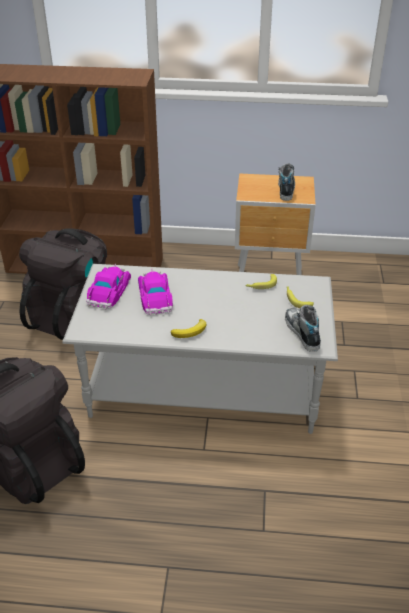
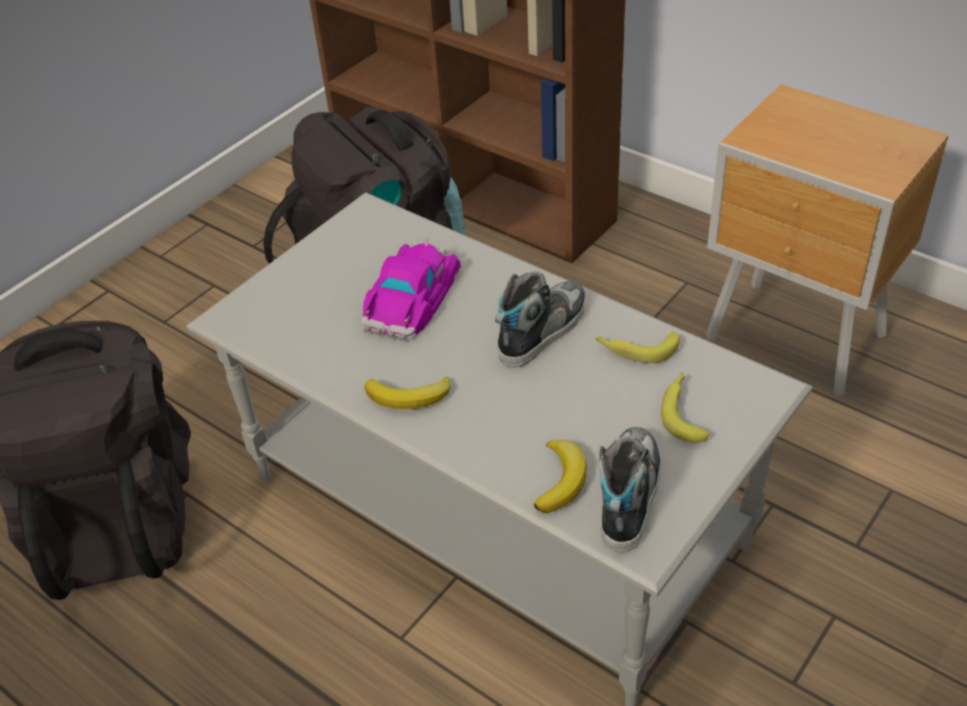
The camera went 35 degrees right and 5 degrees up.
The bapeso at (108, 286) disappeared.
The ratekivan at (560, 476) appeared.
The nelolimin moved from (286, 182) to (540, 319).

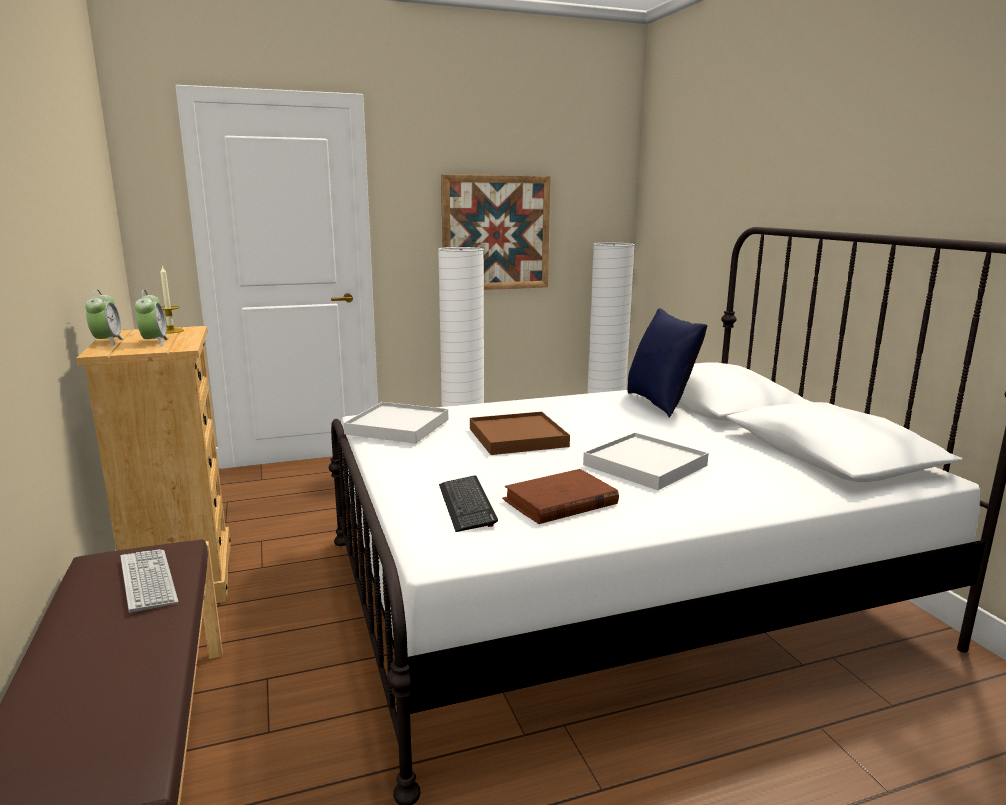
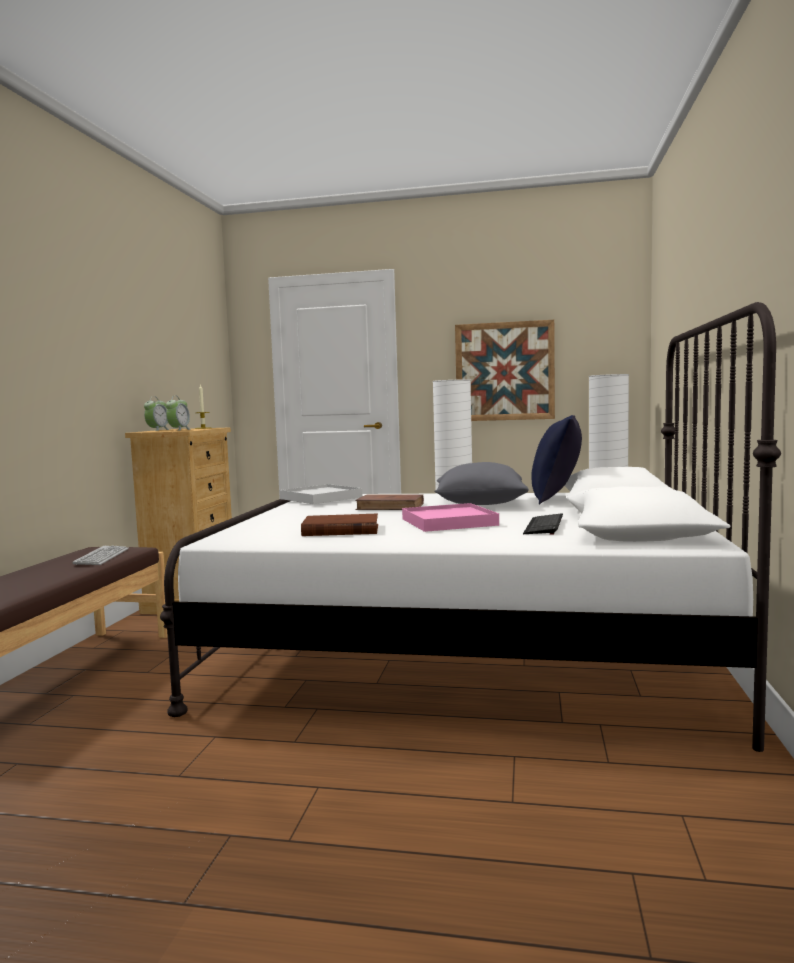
The camera went 30 degrees right and 10 degrees down.
The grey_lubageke at (482, 483) appeared.
The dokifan moved from (468, 503) to (543, 524).
The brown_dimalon at (520, 433) was replaced by the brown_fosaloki at (389, 502).
The white_dimalon at (646, 461) became the pink_dimalon at (450, 517).

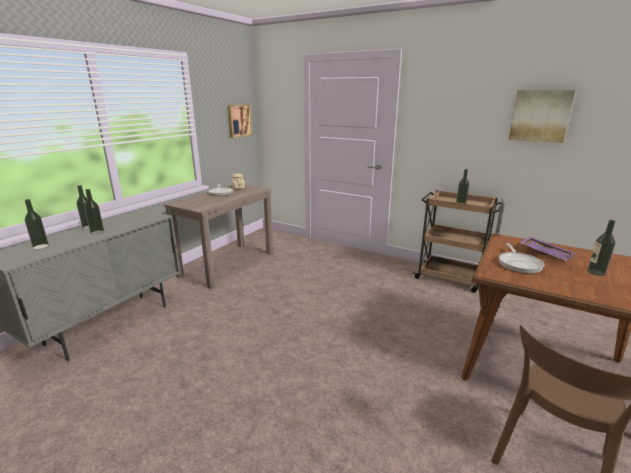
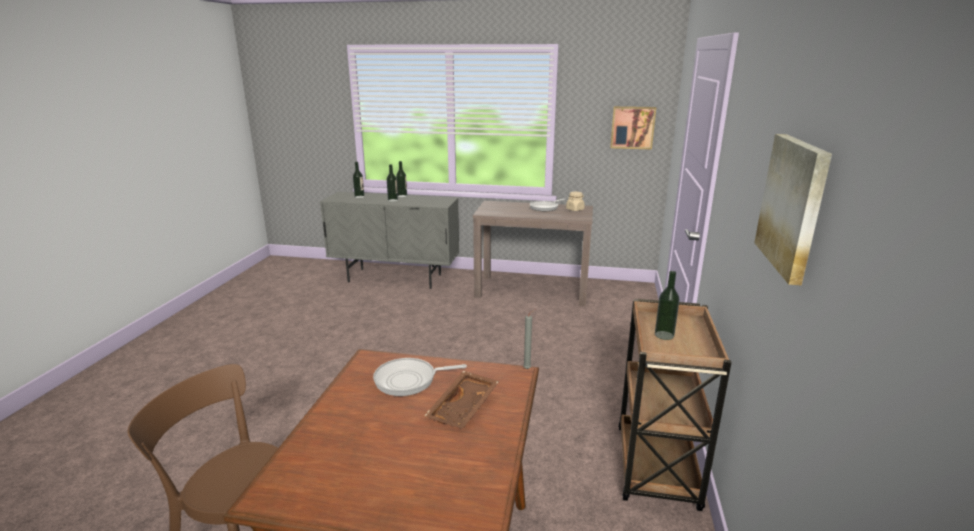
The camera went 70 degrees right and 0 degrees up.
The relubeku at (601, 248) disappeared.
The purple_dimalon at (547, 248) became the brown_dimalon at (462, 400).

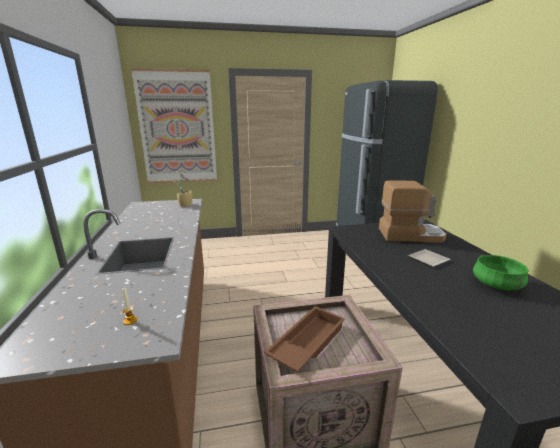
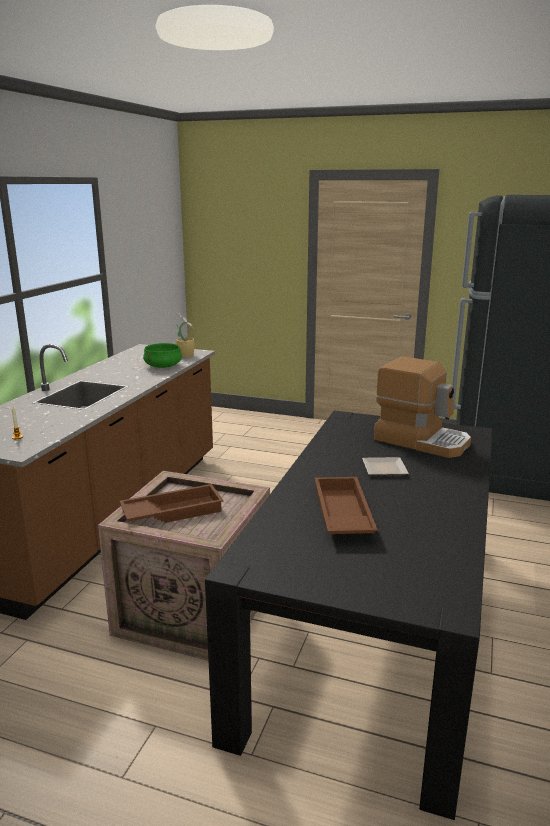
The camera went 30 degrees right and 0 degrees up.
The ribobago at (174, 126) disappeared.
The brown_dimalon at (346, 505) appeared.
The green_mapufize moved from (501, 273) to (162, 355).

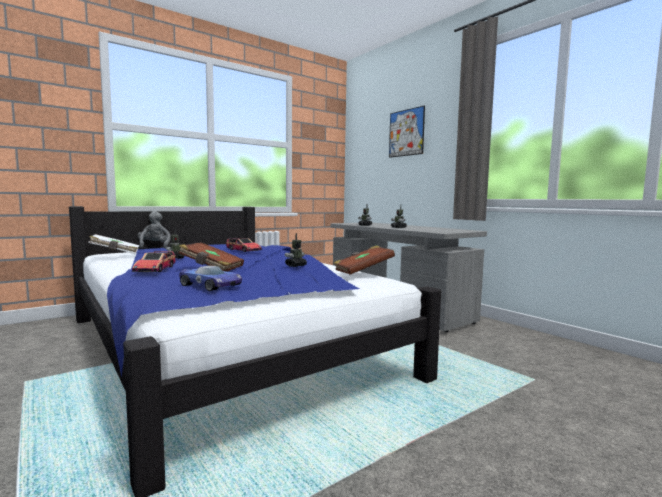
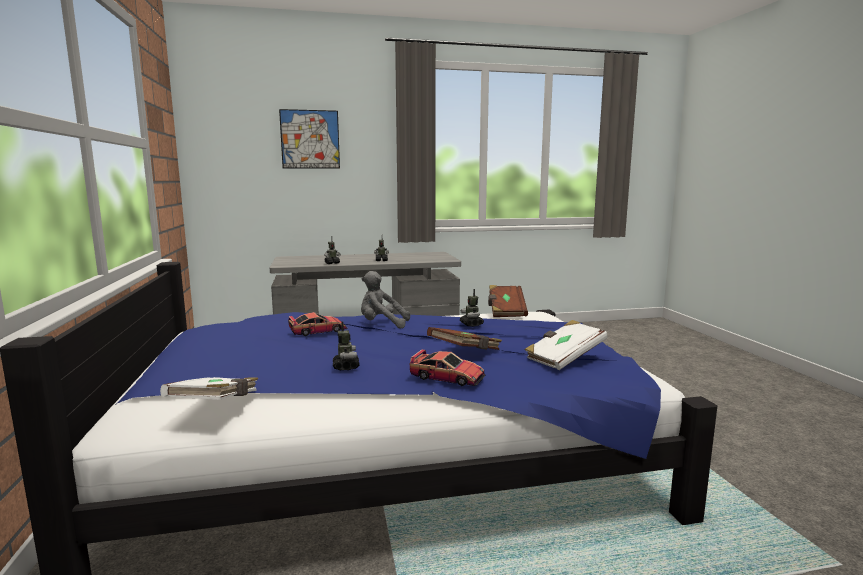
The camera went 65 degrees left and 5 degrees up.
The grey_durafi moved from (154, 230) to (385, 300).
The bapeso at (210, 278) was replaced by the white_fosaloki at (566, 345).

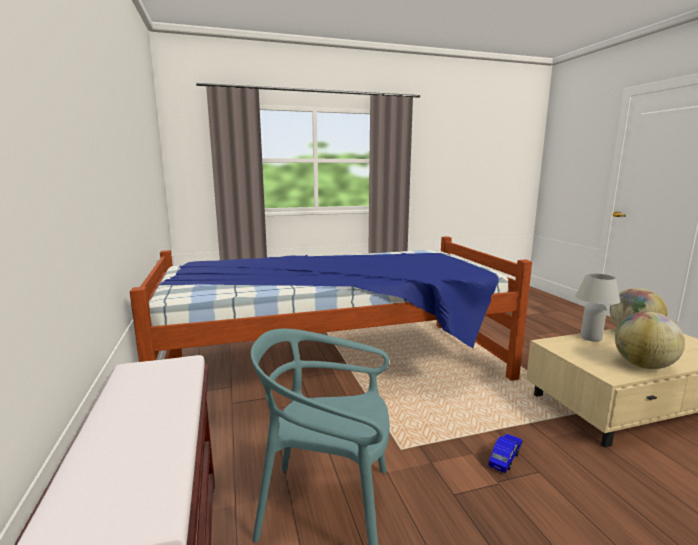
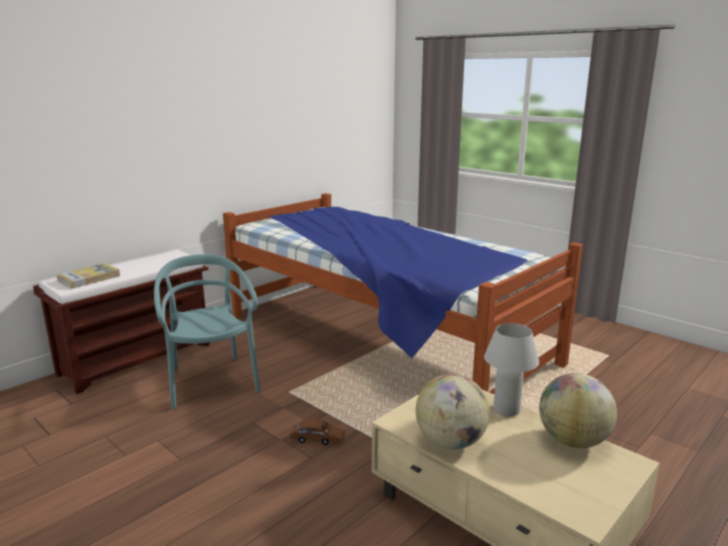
The camera went 60 degrees right and 5 degrees up.
The fosaloki at (88, 276) appeared.
The blue_bapeso at (505, 453) became the brown_bapeso at (317, 431).

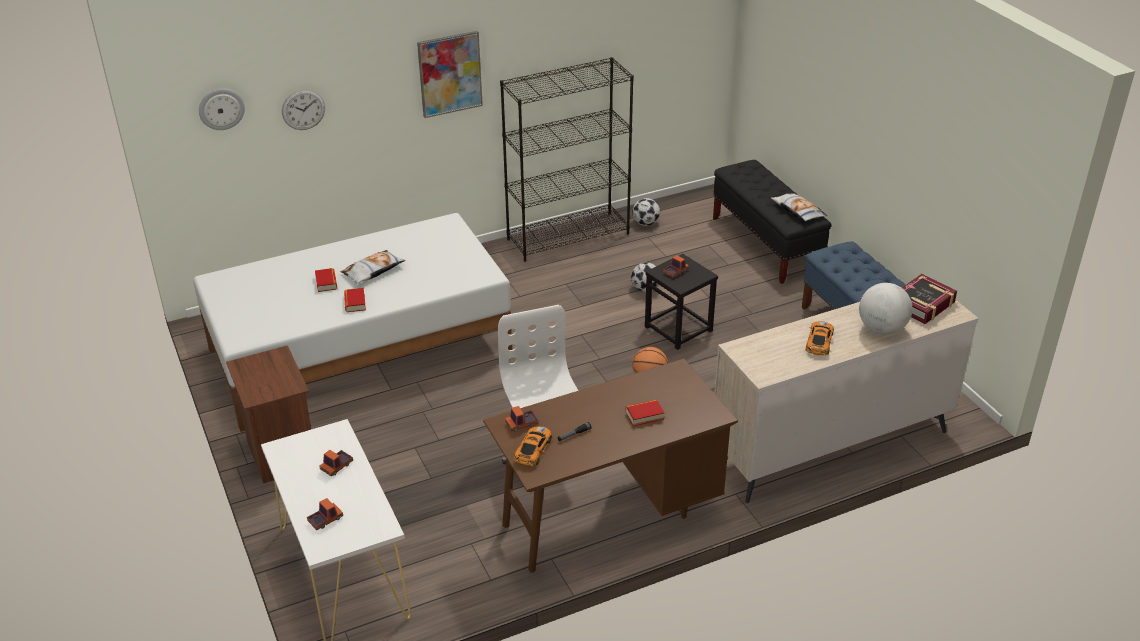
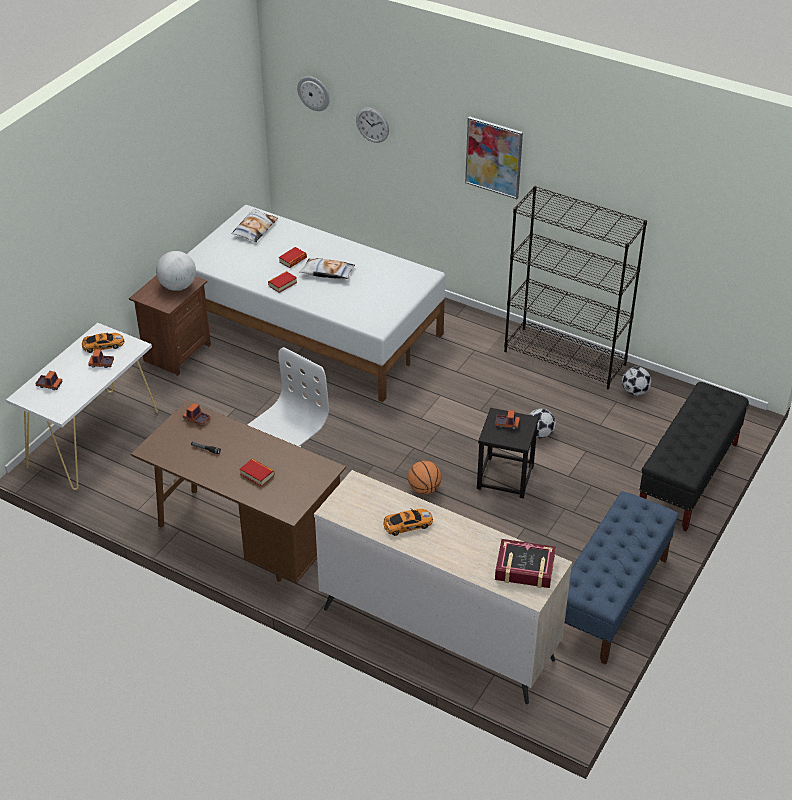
The camera went 55 degrees right and 5 degrees up.
The bapeso moved from (533, 446) to (103, 342).
The lubageke moved from (799, 207) to (254, 225).
The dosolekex moved from (885, 309) to (176, 271).

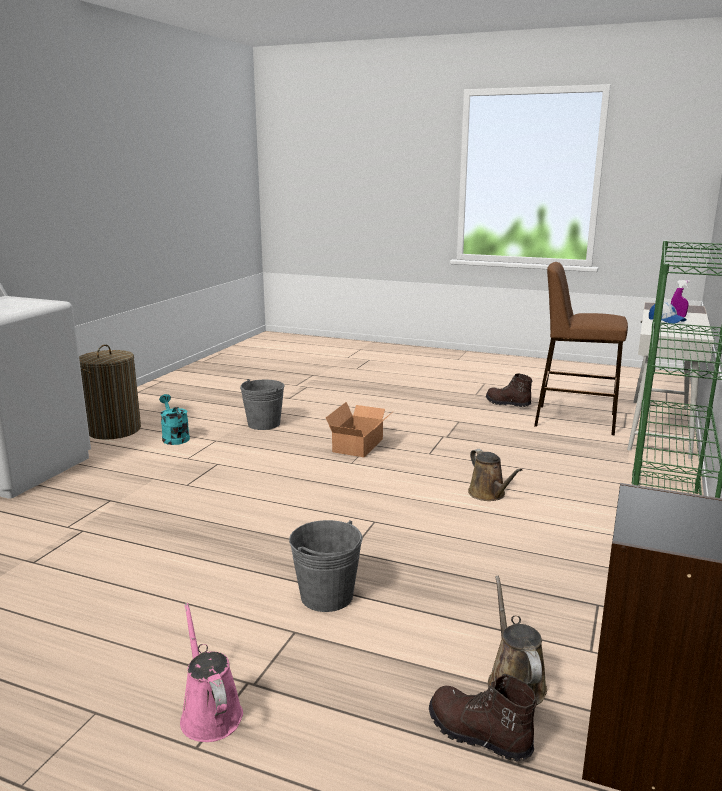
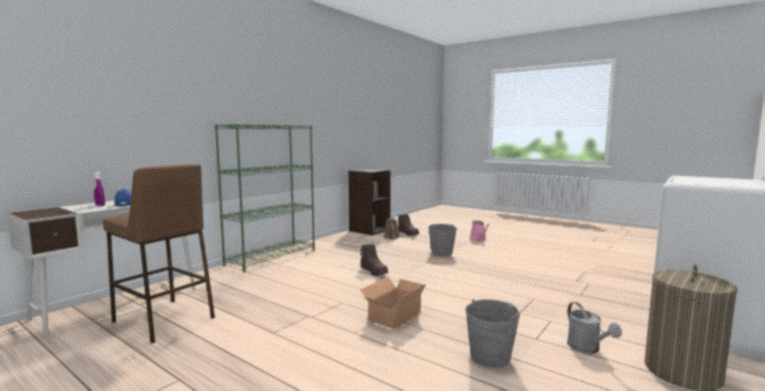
The camera went 165 degrees left and 10 degrees down.
The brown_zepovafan at (495, 475) disappeared.
The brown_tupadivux moved from (509, 390) to (374, 260).
The turquoise_zepovafan at (174, 419) became the grey_zepovafan at (594, 328).

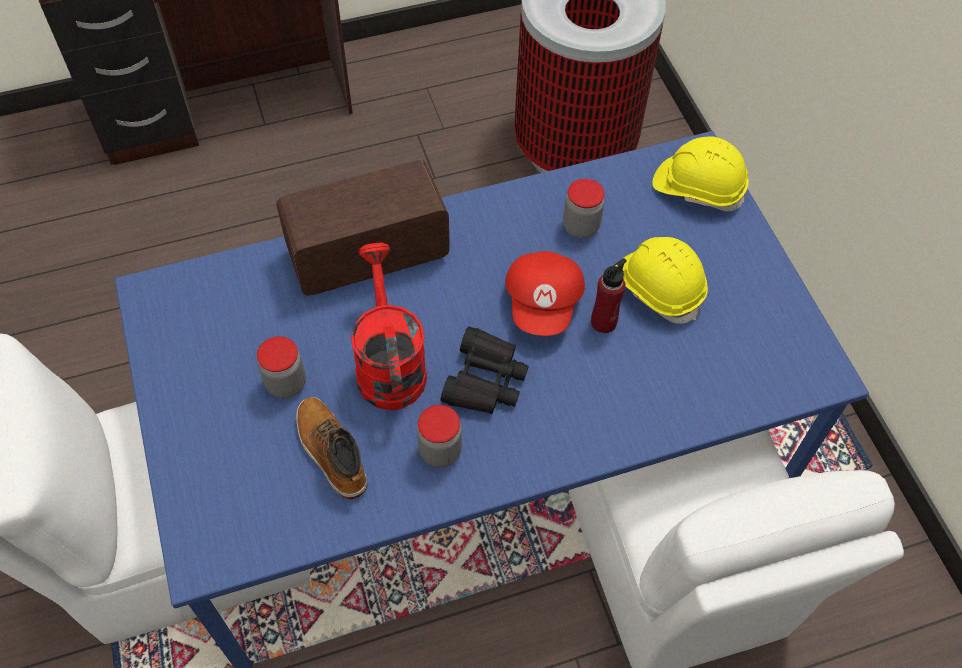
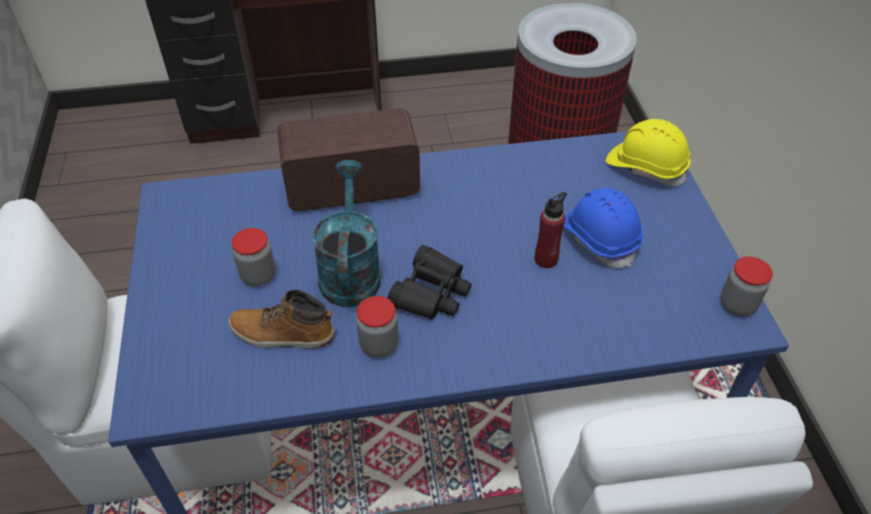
The camera went 10 degrees right and 10 degrees down.
The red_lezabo at (545, 293) disappeared.
The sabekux moved from (583, 208) to (746, 286).
The red_zepovafan at (389, 326) became the turquoise_zepovafan at (346, 233).
The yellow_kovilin at (661, 280) became the blue_kovilin at (603, 228).
The tupadivux at (331, 448) turned 60 degrees counterclockwise.

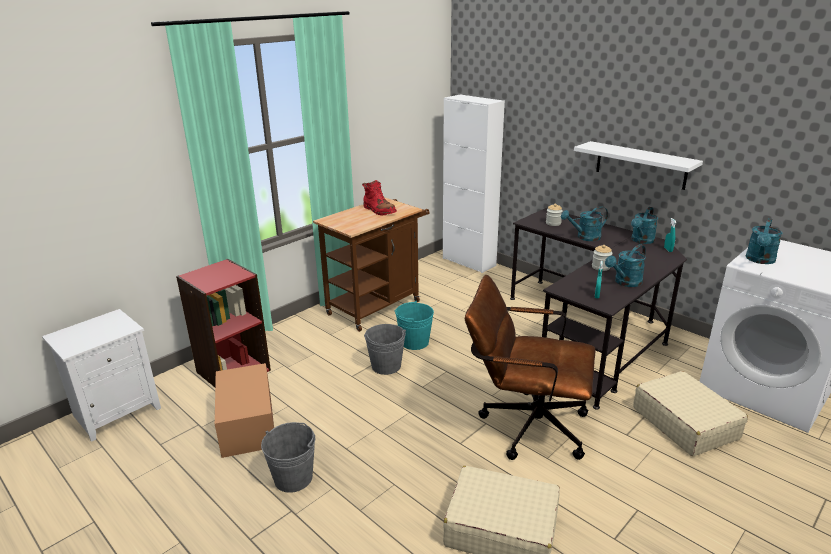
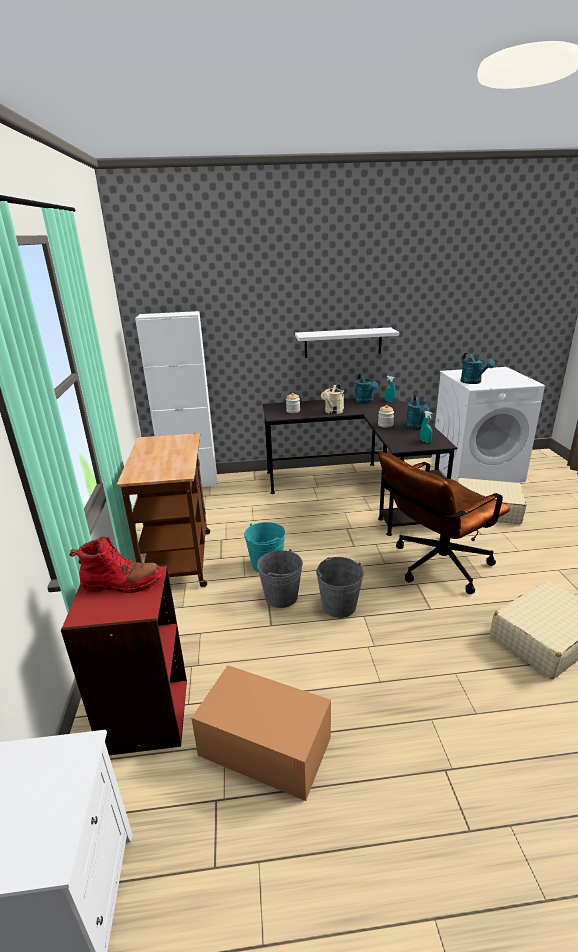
The camera went 50 degrees left and 0 degrees up.
The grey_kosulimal moved from (288, 457) to (340, 587).
The red_tupadivux moved from (379, 198) to (117, 564).
The turquoise_zepovafan at (584, 223) became the beige_zepovafan at (332, 398).

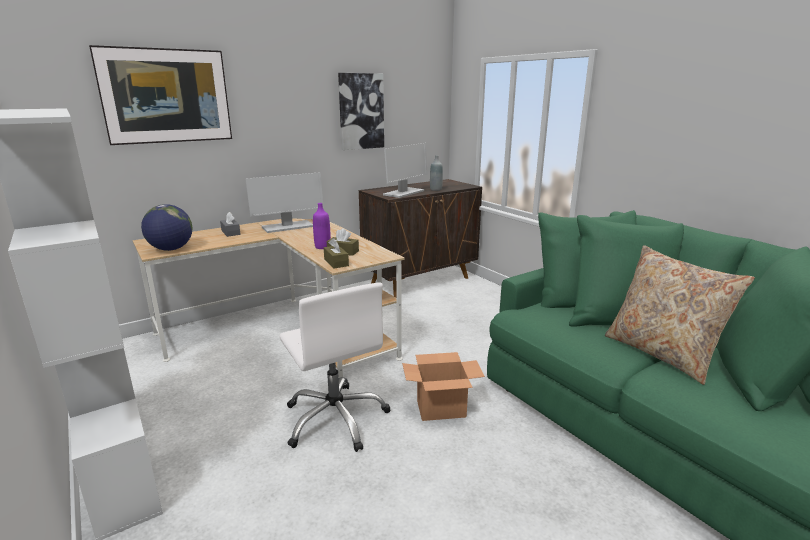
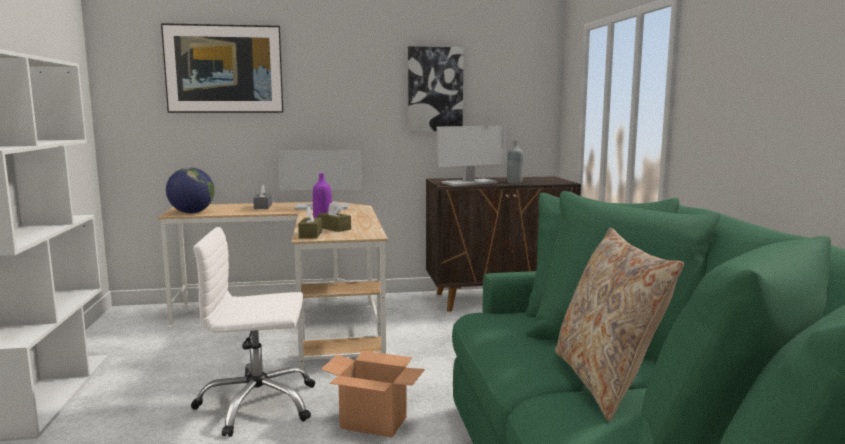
The camera went 25 degrees right and 10 degrees down.
The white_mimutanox at (334, 367) turned 90 degrees clockwise.

